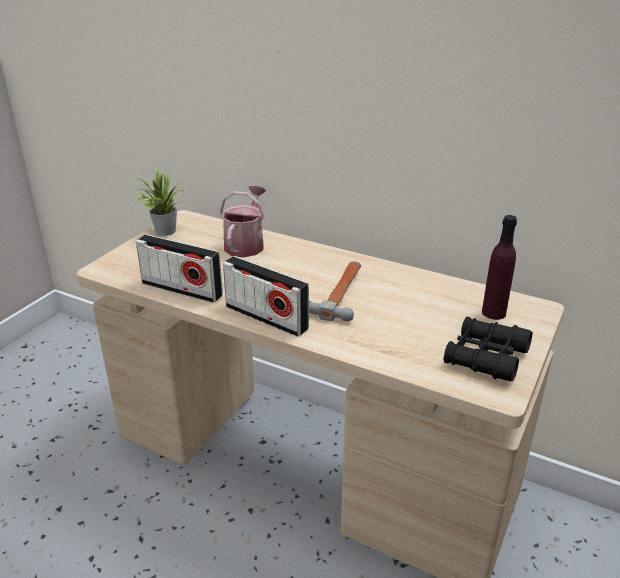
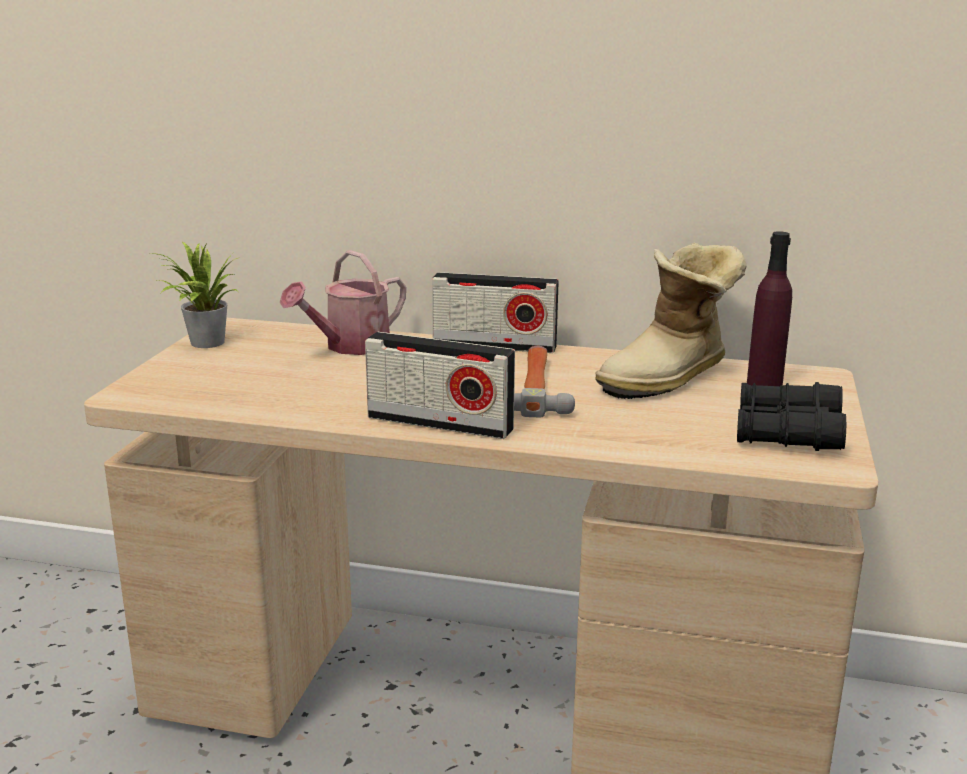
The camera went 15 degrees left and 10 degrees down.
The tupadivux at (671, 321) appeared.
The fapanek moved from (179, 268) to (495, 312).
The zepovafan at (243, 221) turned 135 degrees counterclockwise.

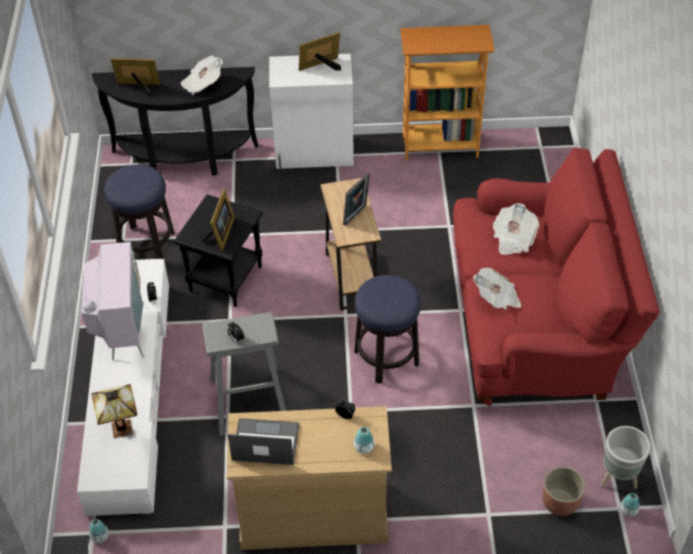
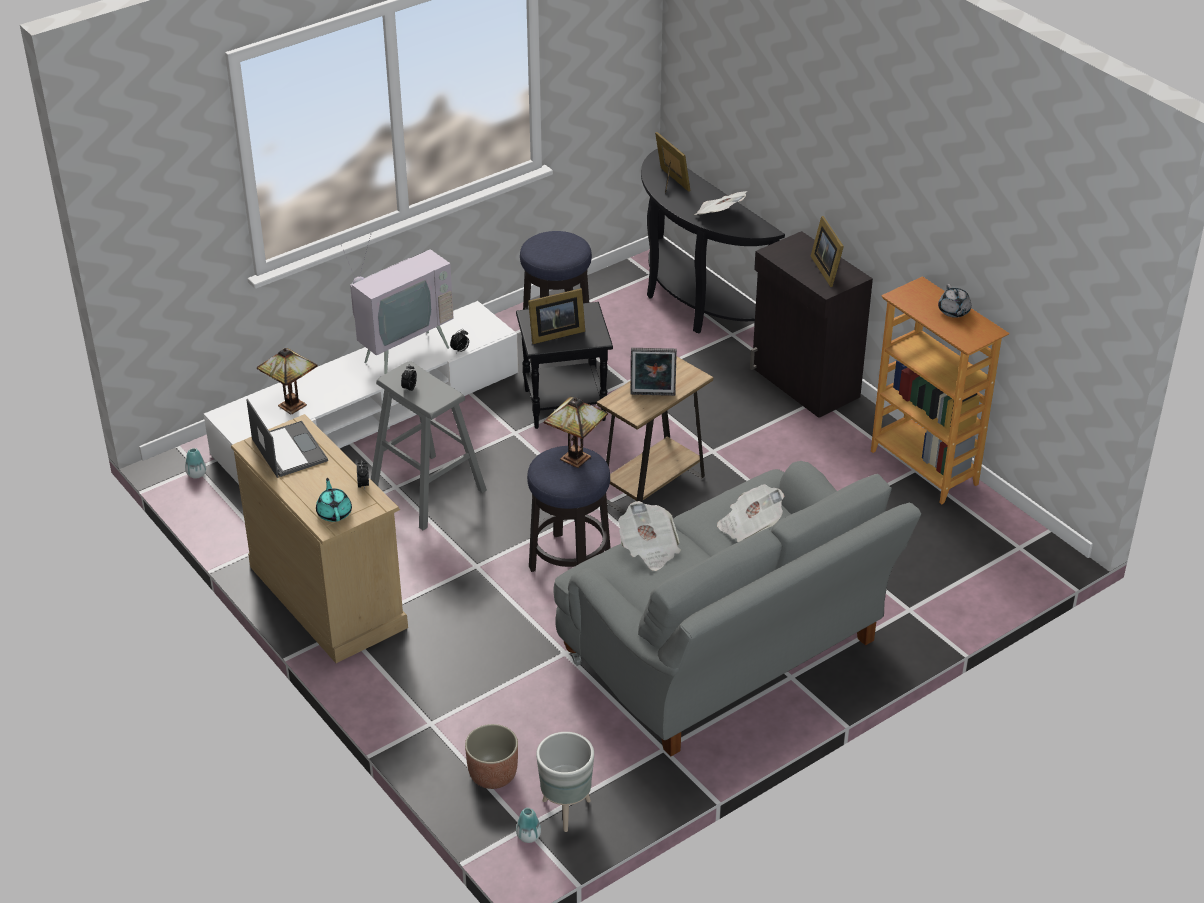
The camera went 55 degrees right and 10 degrees down.
The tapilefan at (576, 432) appeared.
The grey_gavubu at (954, 301) appeared.
The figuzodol at (364, 440) was replaced by the turquoise_gavubu at (334, 500).
The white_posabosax at (311, 111) became the black_posabosax at (811, 324).
The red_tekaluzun at (556, 277) became the grey_tekaluzun at (737, 608).
The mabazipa at (320, 51) turned 135 degrees counterclockwise.

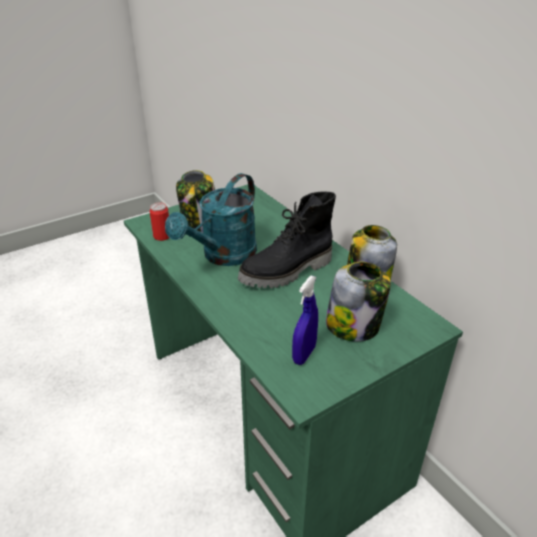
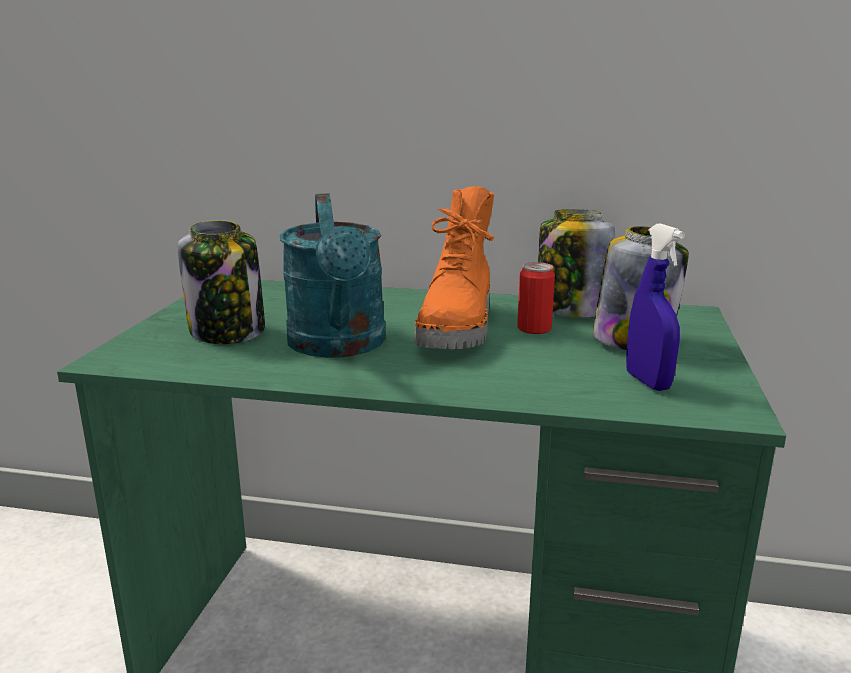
The camera went 45 degrees left and 15 degrees down.
The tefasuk moved from (159, 222) to (536, 298).
The black_tupadivux at (287, 240) became the orange_tupadivux at (455, 267).

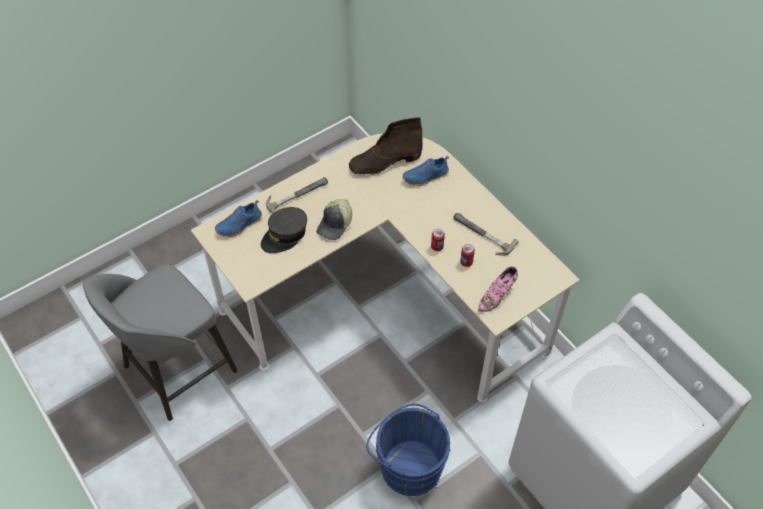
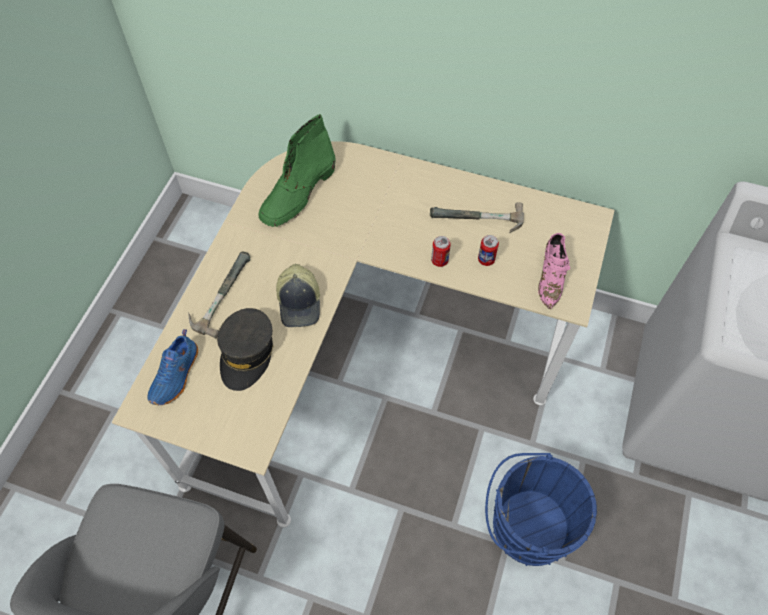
The camera went 35 degrees left and 5 degrees up.
The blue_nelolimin at (426, 171) disappeared.
The brown_tupadivux at (386, 146) became the green_tupadivux at (296, 170).

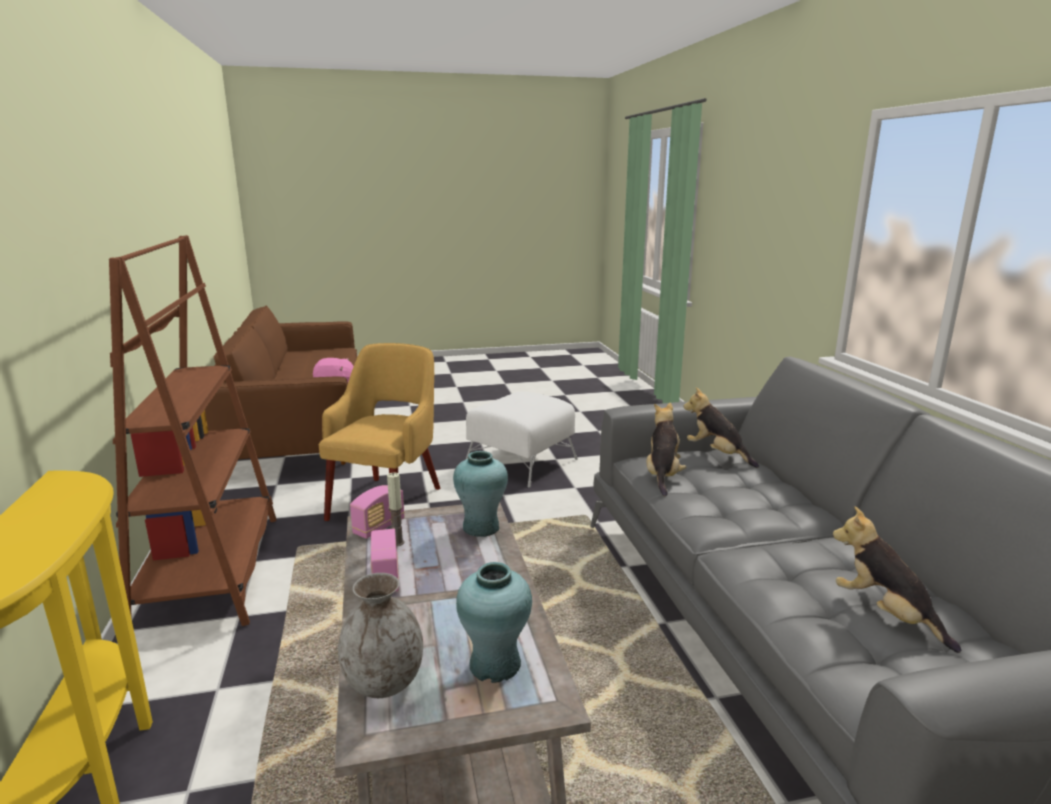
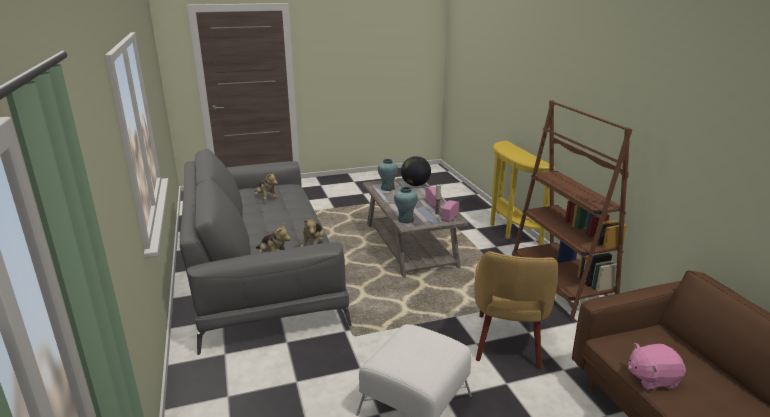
The camera went 175 degrees right and 5 degrees up.
The grey_figuzodol at (380, 635) was replaced by the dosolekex at (416, 171).

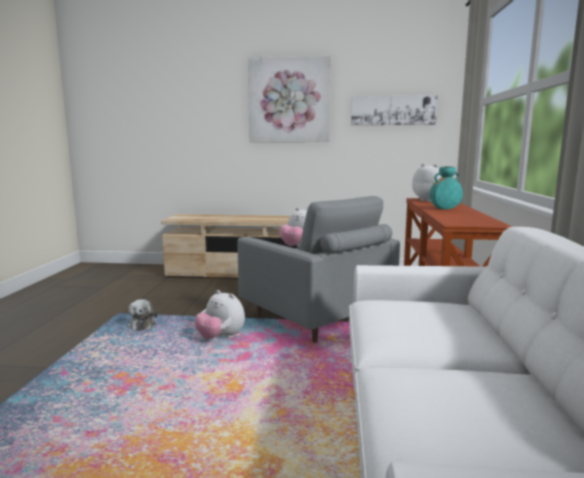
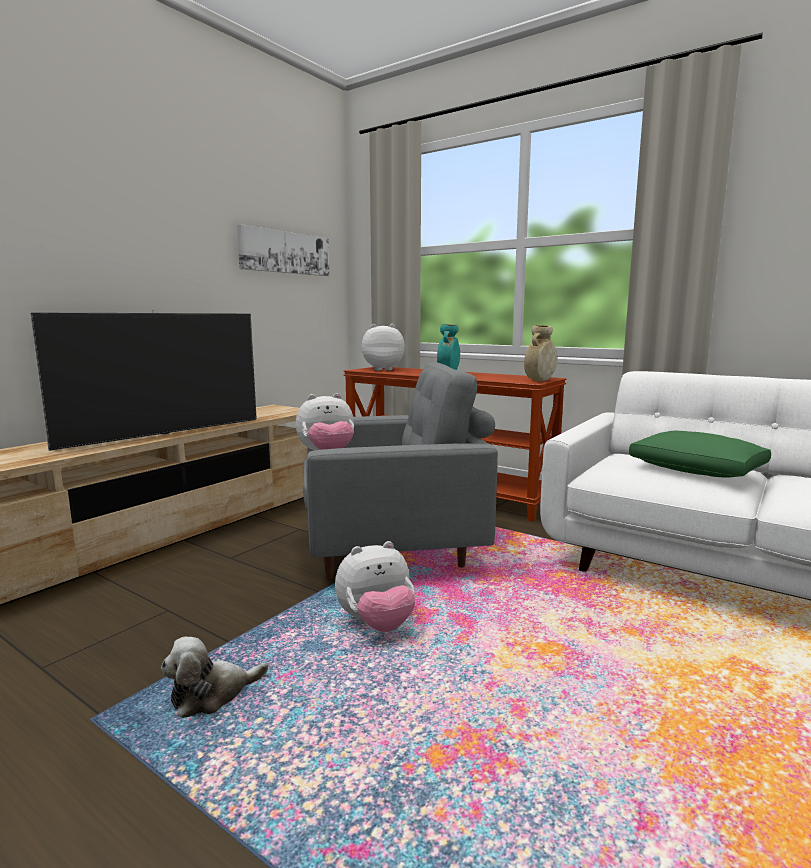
The camera went 60 degrees left and 0 degrees up.
The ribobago at (289, 99) disappeared.
The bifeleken at (143, 380) appeared.
The beige_figuzodol at (540, 353) appeared.
The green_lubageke at (700, 454) appeared.
The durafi at (142, 315) turned 135 degrees clockwise.

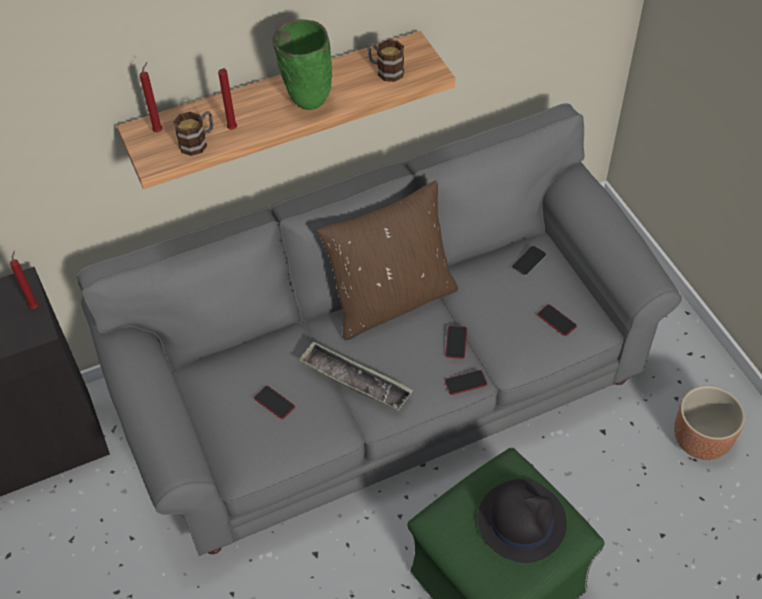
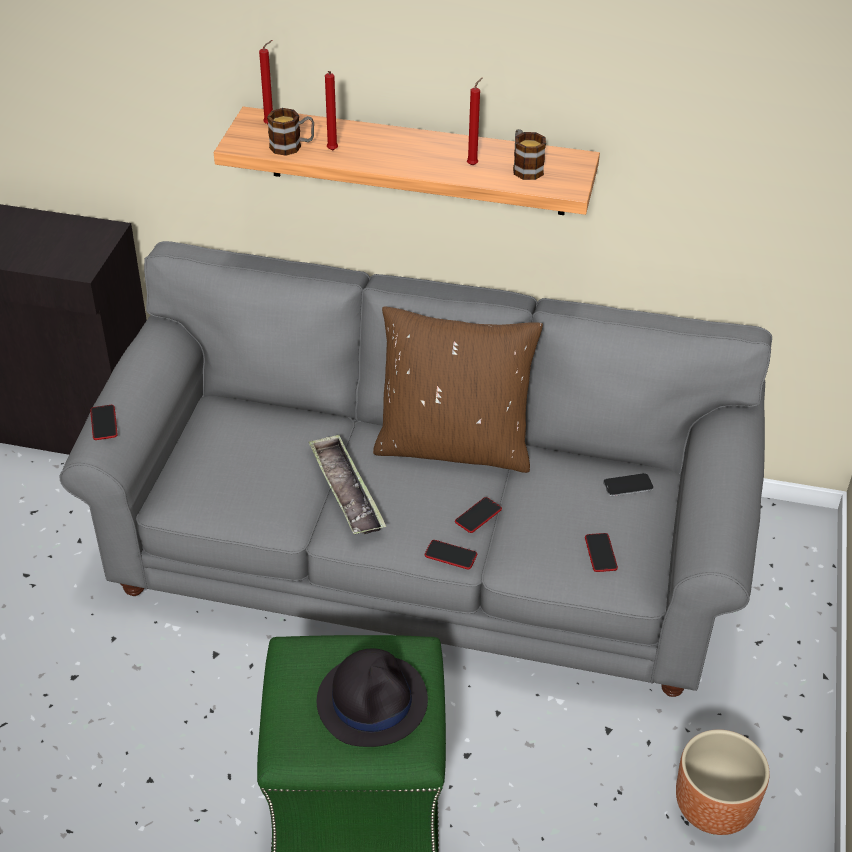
The camera went 35 degrees right and 10 degrees down.
The green_figuzodol at (302, 64) disappeared.
The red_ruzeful moved from (24, 280) to (475, 121).
The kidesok moved from (274, 402) to (104, 422).

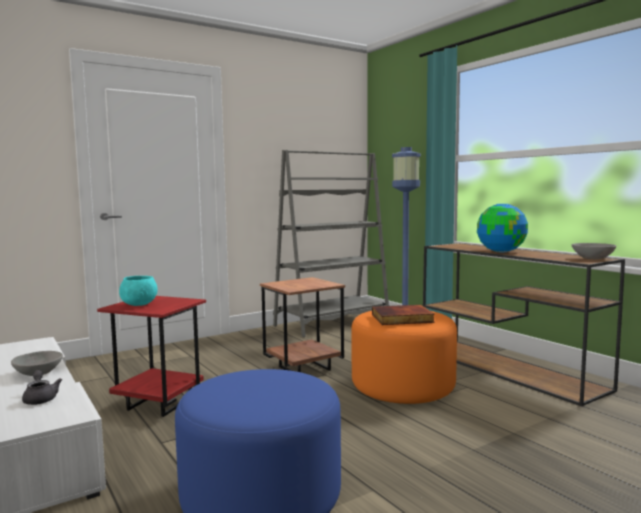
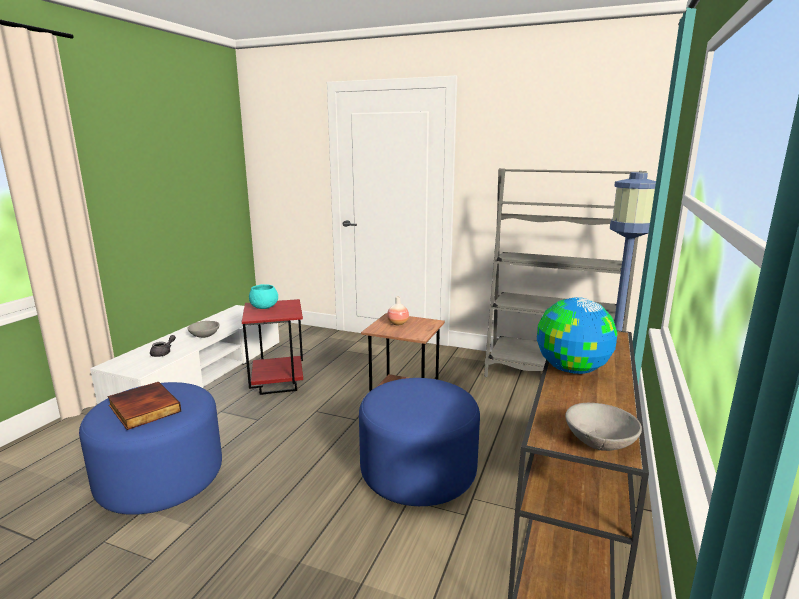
The camera went 55 degrees right and 10 degrees up.
The figuzodol at (398, 310) appeared.
The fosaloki moved from (403, 315) to (144, 406).
The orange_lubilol at (404, 357) became the blue_lubilol at (419, 442).

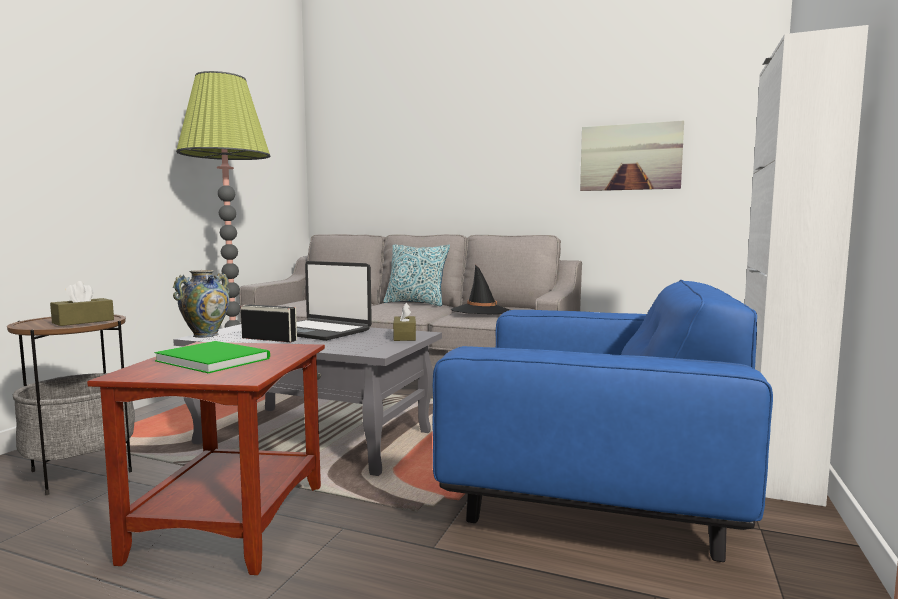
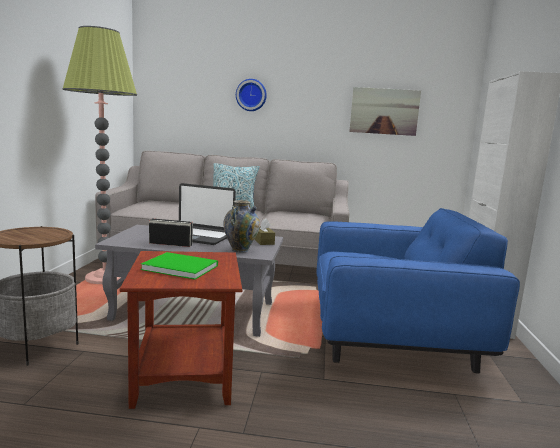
The camera went 15 degrees left and 5 degrees up.
The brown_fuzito at (82, 303) disappeared.
The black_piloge at (480, 289) disappeared.
The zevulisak at (251, 95) appeared.
The figuzodol moved from (201, 304) to (241, 226).

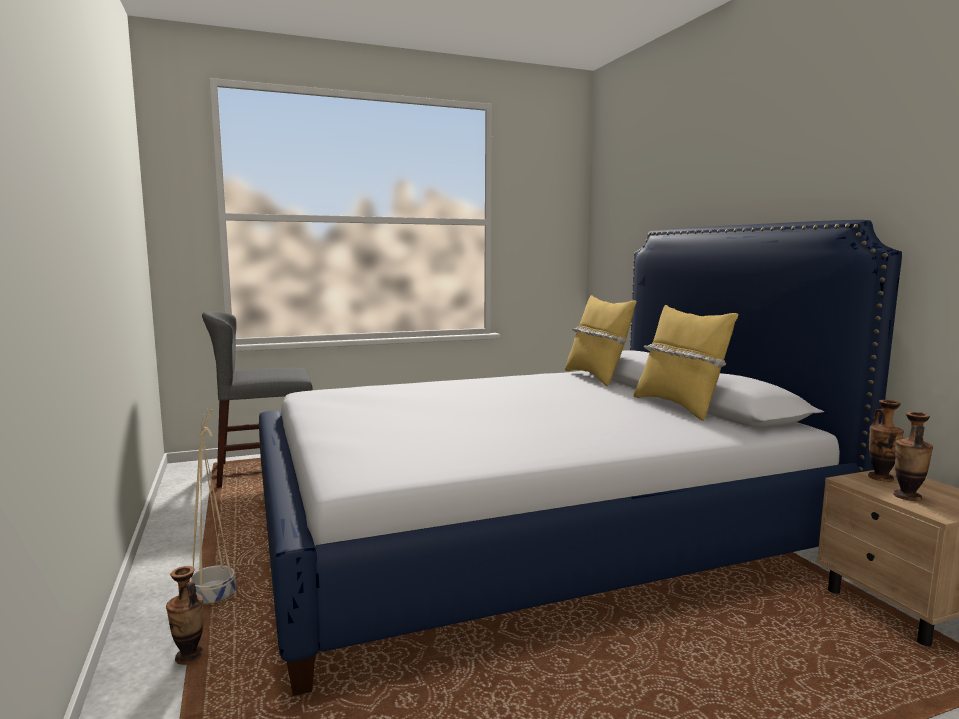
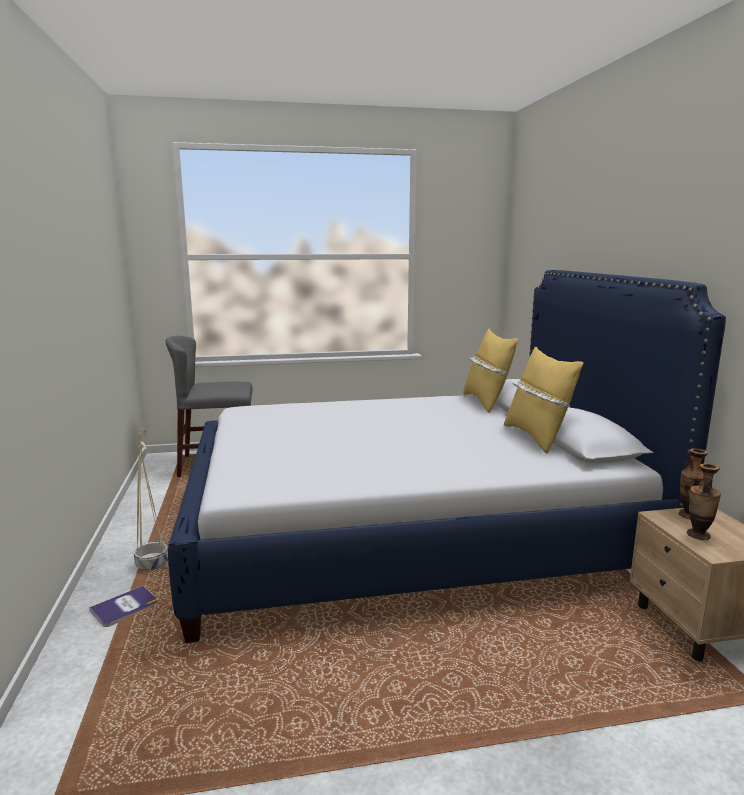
The camera went 10 degrees right and 5 degrees up.
The figuzodol at (184, 615) was replaced by the fosaloki at (123, 606).

